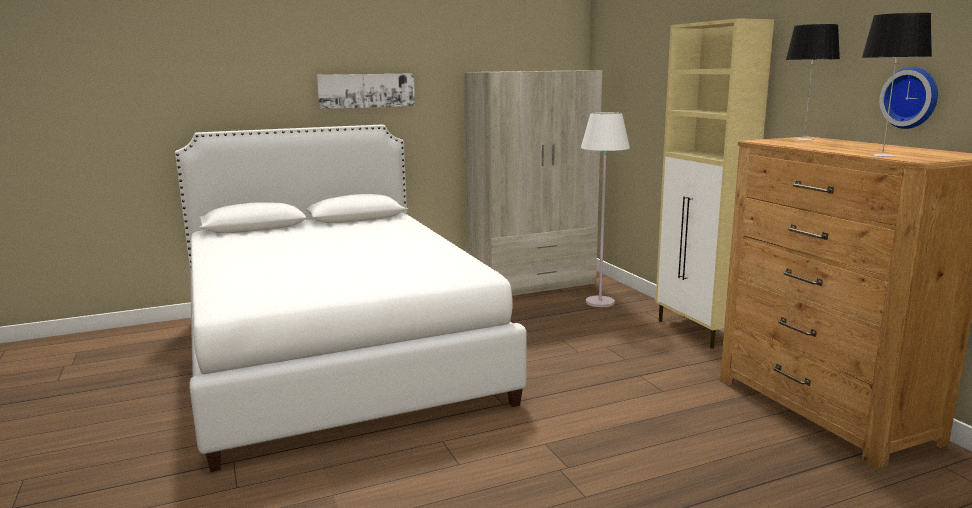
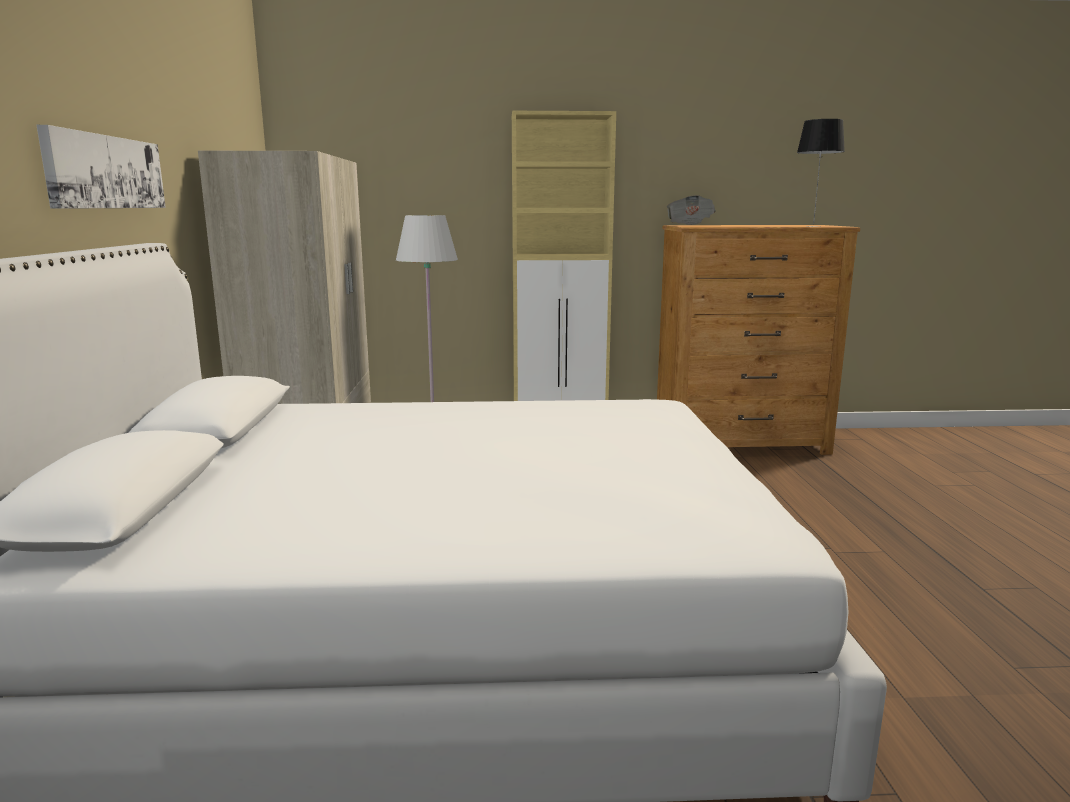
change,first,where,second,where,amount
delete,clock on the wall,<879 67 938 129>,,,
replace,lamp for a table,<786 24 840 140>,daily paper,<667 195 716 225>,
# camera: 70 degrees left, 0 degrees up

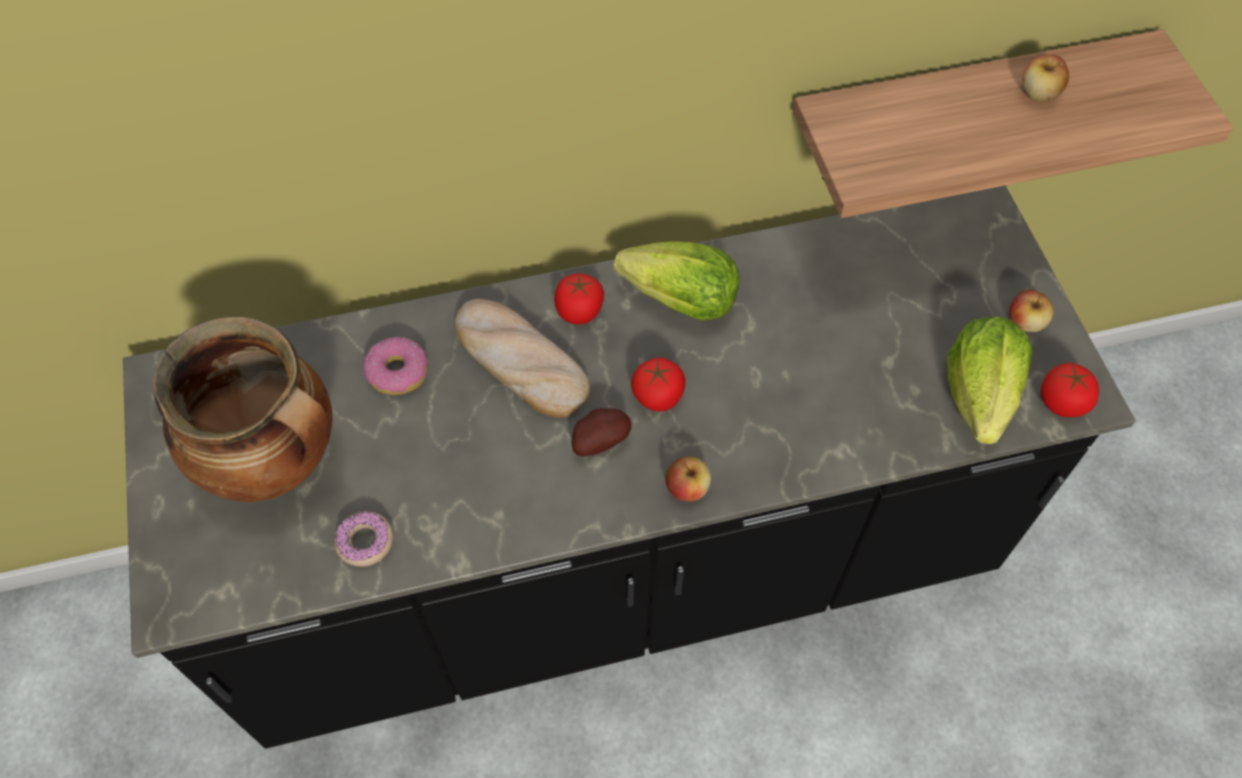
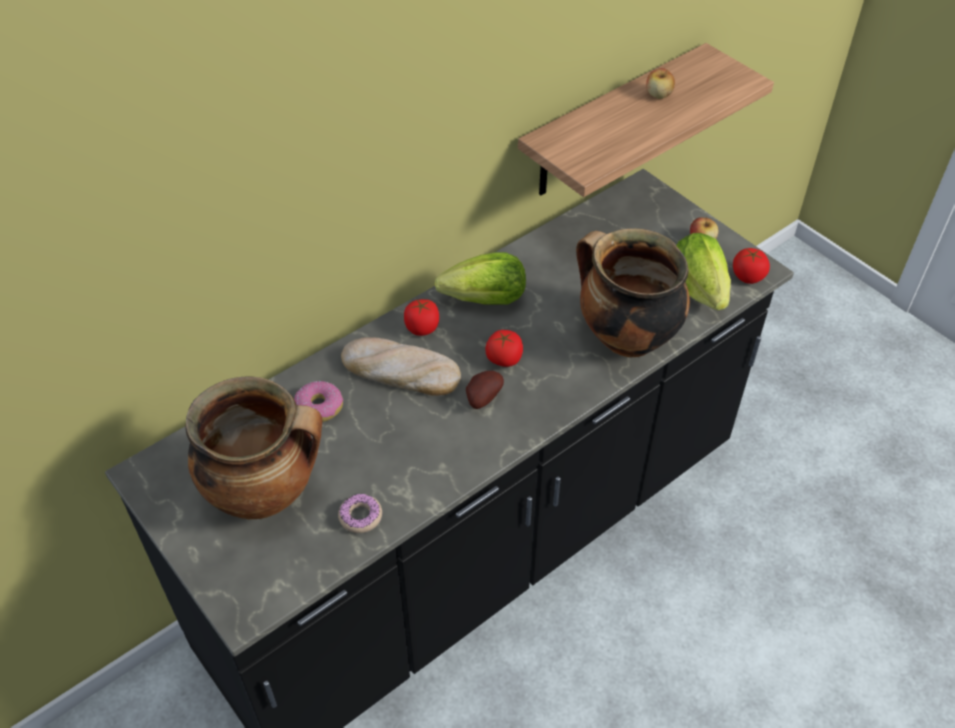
change,first,where,second,where,amount
delete,whole apple,<665 456 711 501>,,,
insert,,,saucepot,<576 229 690 357>,
# camera: 25 degrees left, 10 degrees down

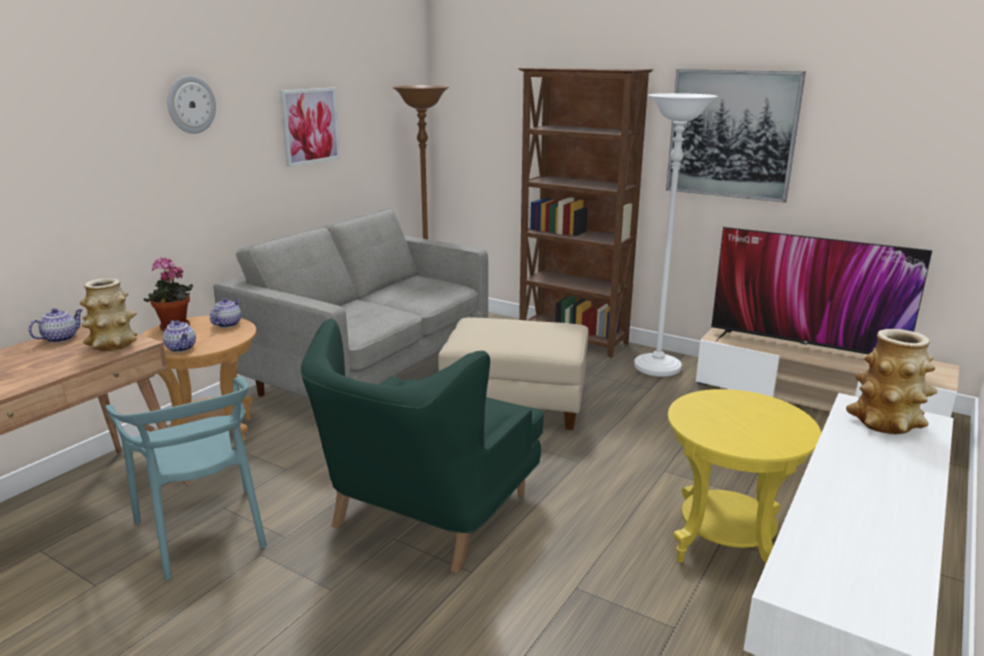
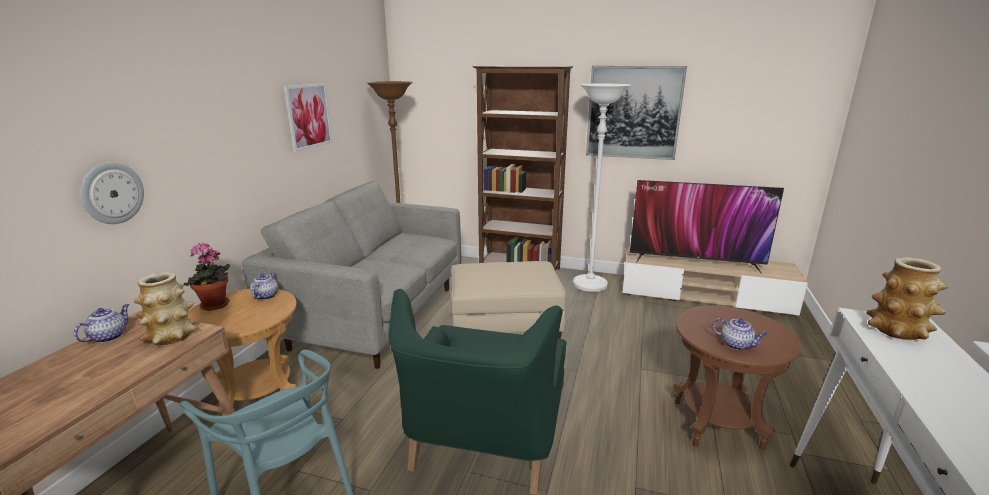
change,first,where,second,where,amount
move,pot for tea,<163 320 196 352>,,<712 318 768 350>,
move,clock on the wall,<167 75 216 134>,,<80 162 144 224>,
recolor,side table (yellow-coloured),<668 389 821 567>,side table (brown-coloured),<673 305 801 450>,
# camera: 15 degrees left, 0 degrees up

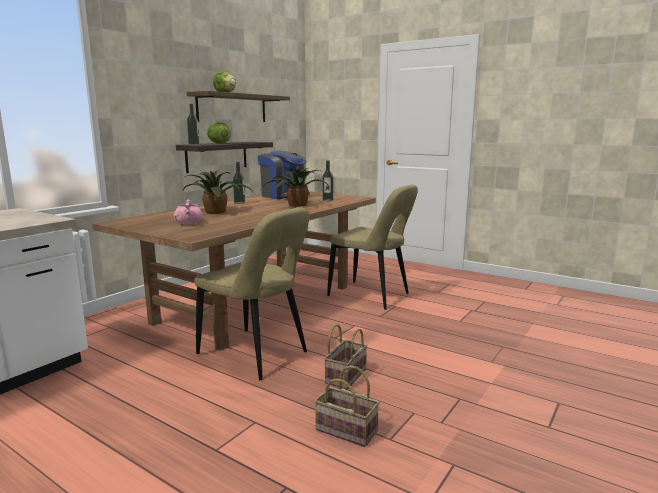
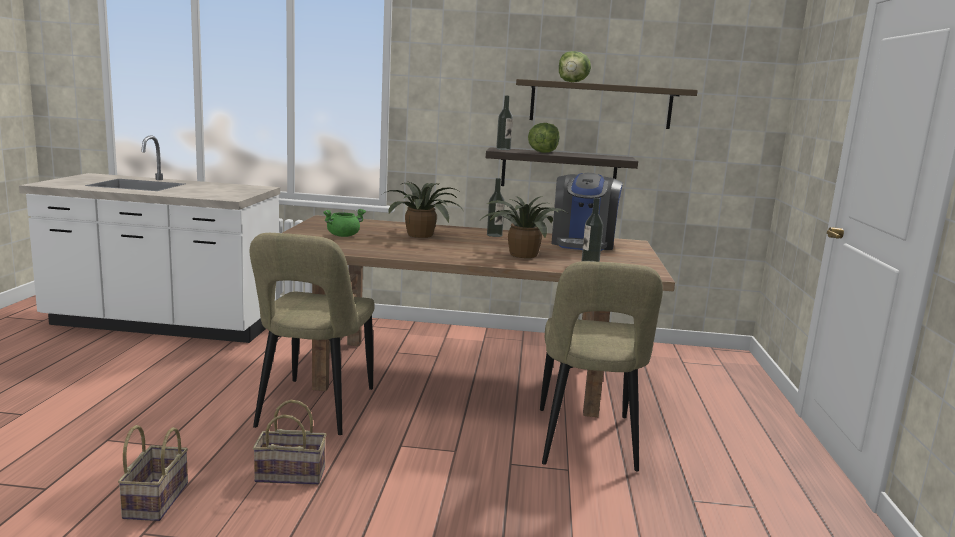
change,first,where,second,where,amount
recolor,saucepot (pink-coloured),<174 199 202 224>,saucepot (green),<323 209 366 237>,
# camera: 60 degrees right, 0 degrees up

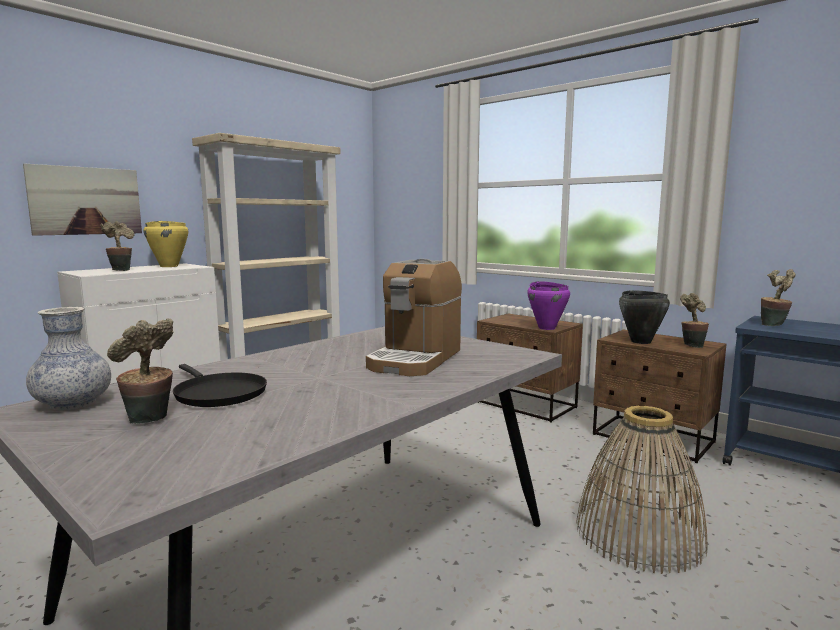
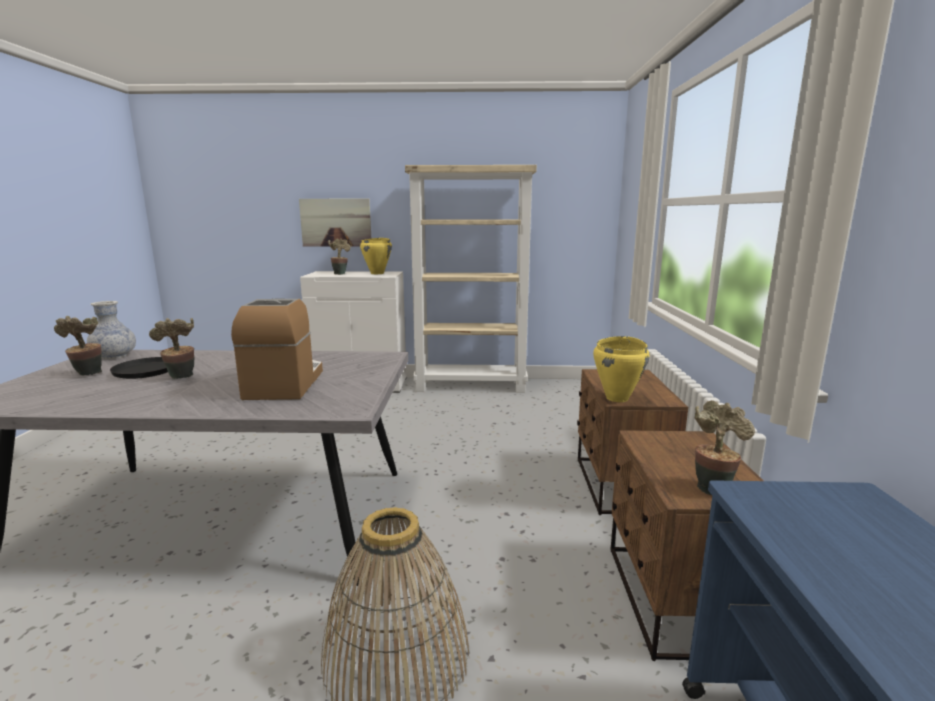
change,first,where,second,where,amount
delete,saucepot (blackish),<619 290 670 344>,,,
move,houseplant,<761 269 796 326>,,<149 318 194 379>,
recolor,saucepot (purple),<527 281 570 330>,saucepot (yellow-coloured),<593 336 650 402>,
rotate,coffee machine,<366 259 462 376>,,<231 298 323 400>,105 degrees clockwise
# camera: 50 degrees right, 5 degrees up

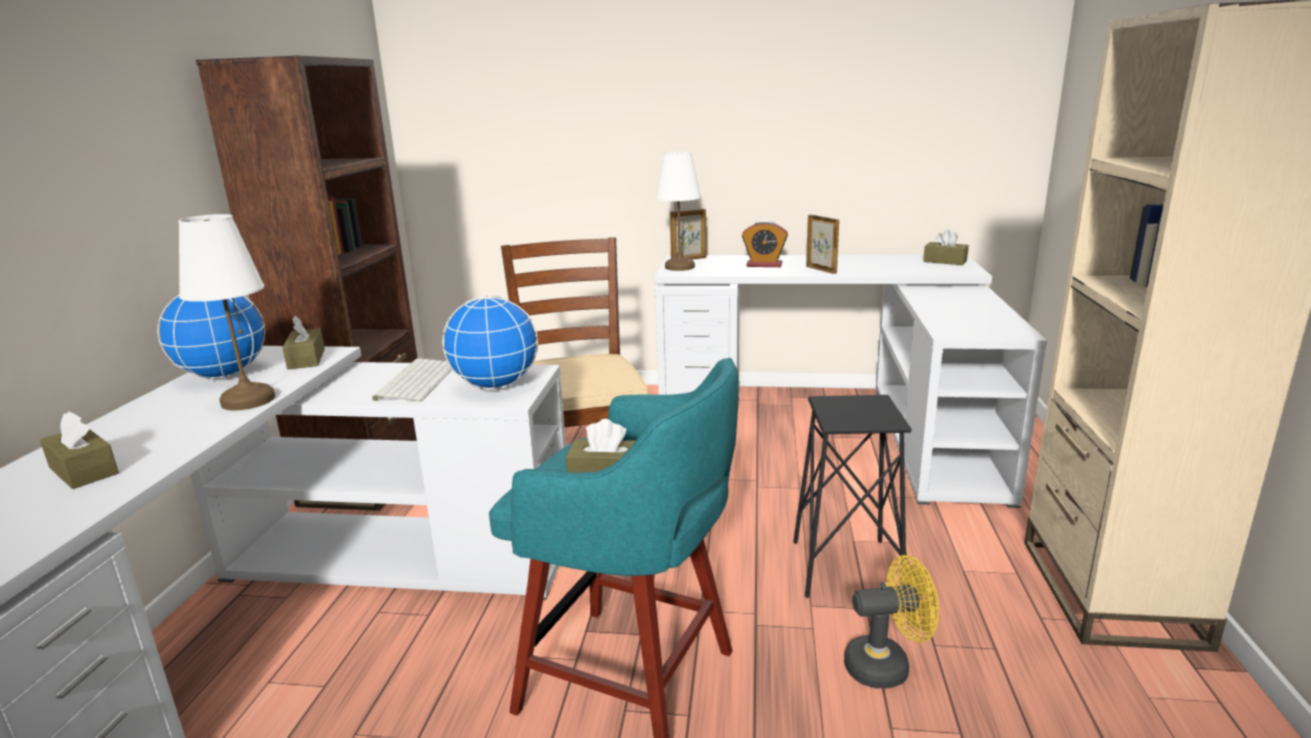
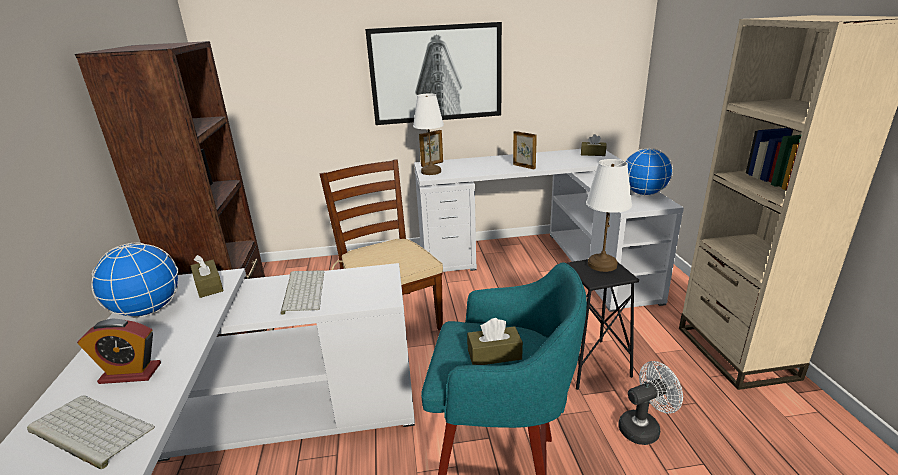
change,first,where,second,where,amount
insert,,,picture,<365 22 502 125>,
move,lamp for a table (white-coloured),<178 214 275 410>,,<586 159 632 272>,
move,desk globe,<442 296 538 389>,,<625 148 673 196>,
move,bedside clock,<742 221 788 267>,,<77 319 161 384>,
replace,tissue holder (brown-coloured),<40 411 119 489>,PC keyboard,<27 395 155 469>,
recolor,electric fan (yellow-coloured),<844 555 939 688>,electric fan (white-coloured),<618 361 683 445>,
# camera: 15 degrees left, 5 degrees up

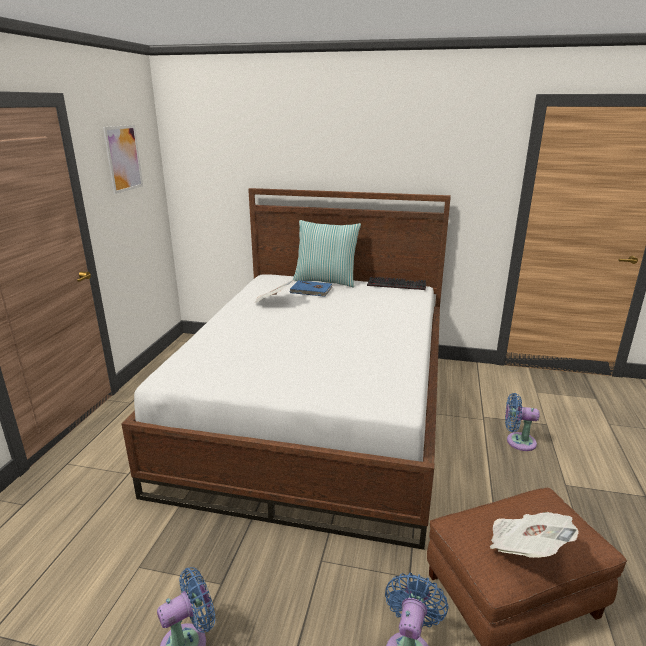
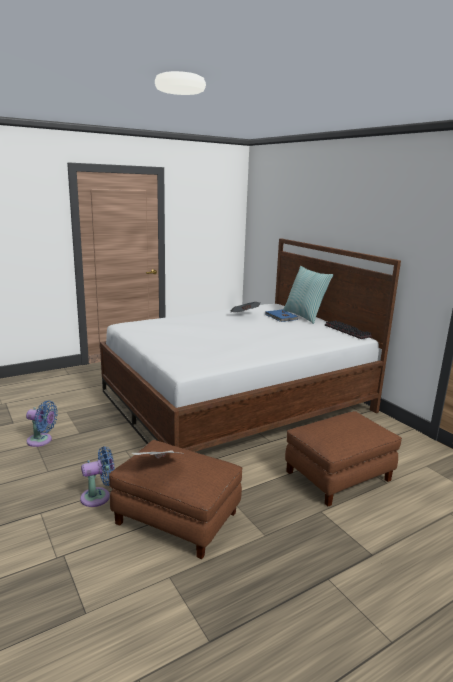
change,first,where,second,where,amount
delete,picture,<103 125 143 194>,,,
replace,electric fan (blue),<505 393 540 451>,footrest (brown-coloured),<285 411 402 507>,
# camera: 45 degrees right, 5 degrees down

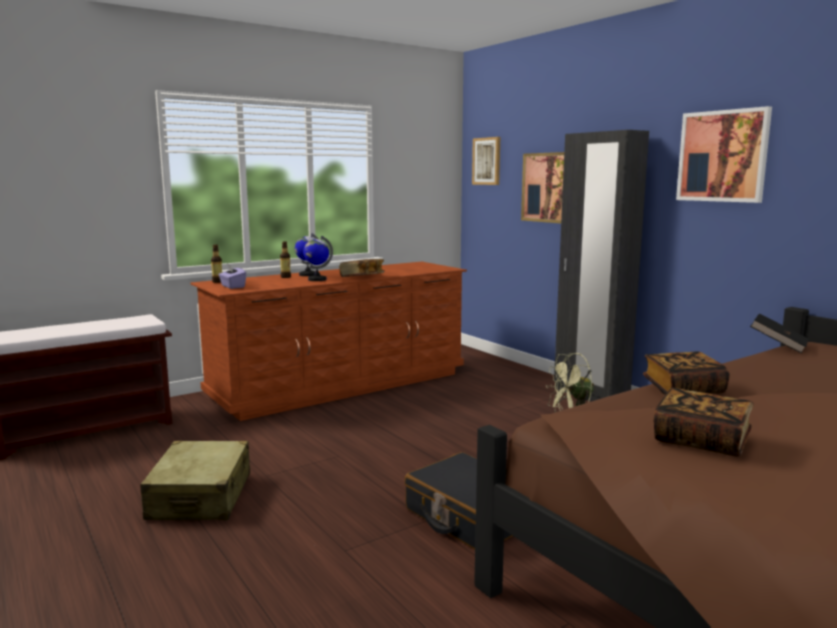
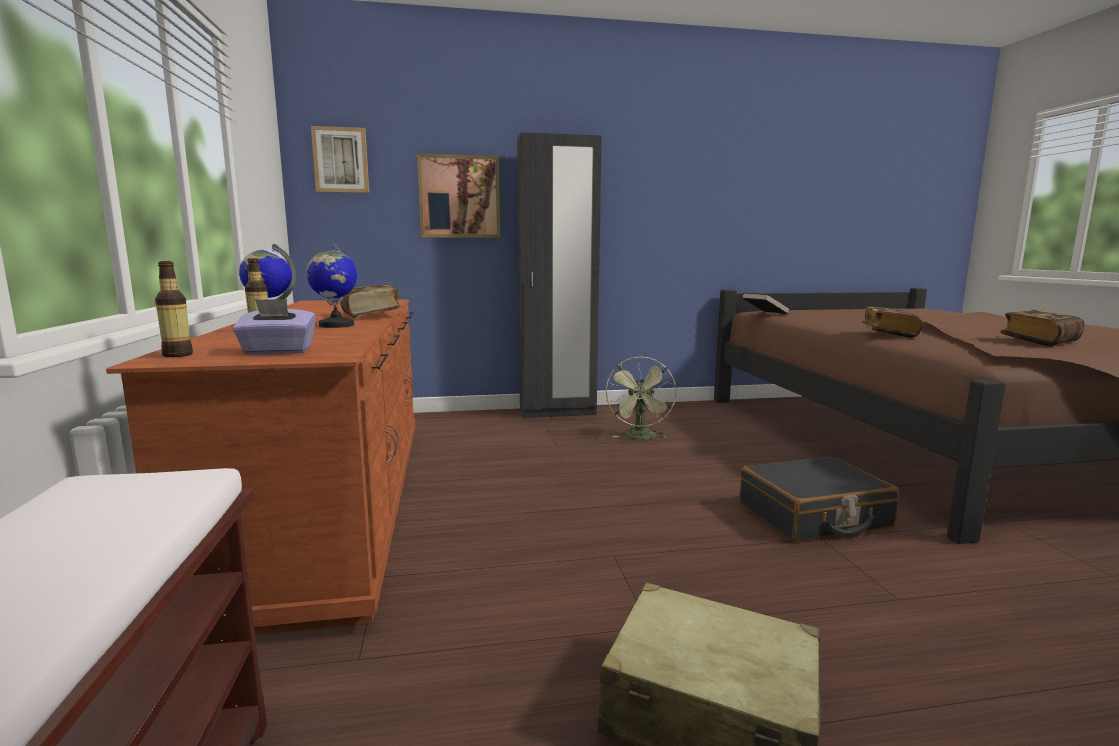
change,first,where,second,where,amount
delete,picture,<676 106 772 203>,,,
# camera: 65 degrees left, 0 degrees up

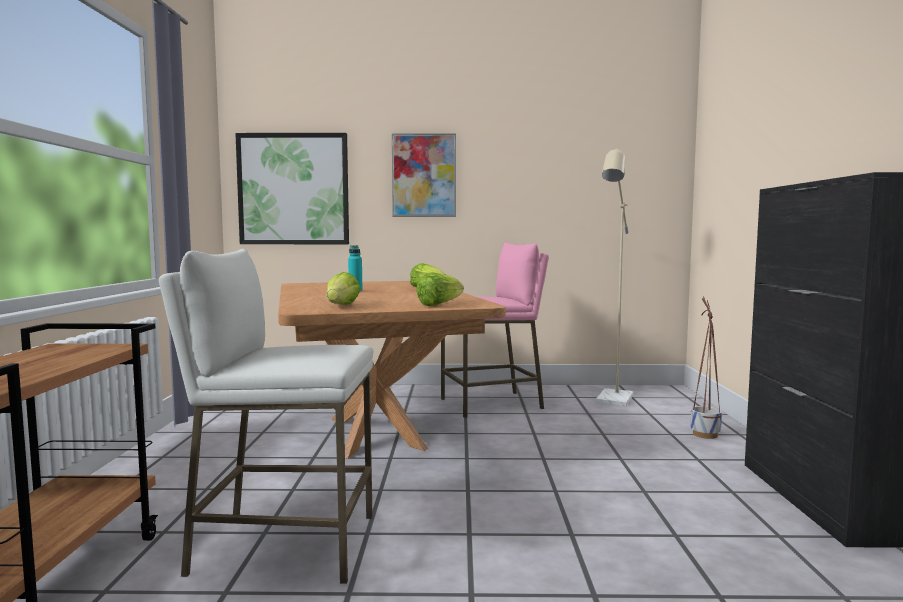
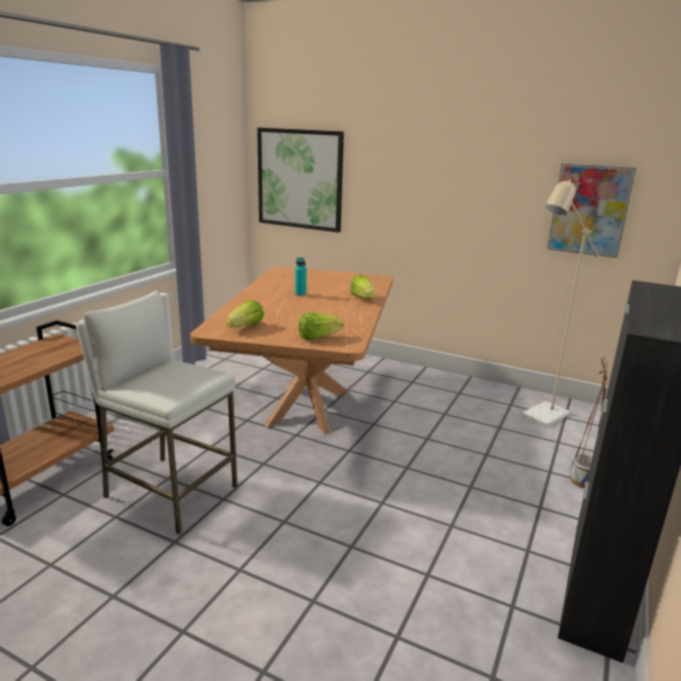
change,first,where,second,where,amount
delete,stool seat (pink-coloured),<441 242 549 418>,,,
move,picture,<392 133 456 217>,,<547 163 636 258>,
# camera: 25 degrees right, 15 degrees up

